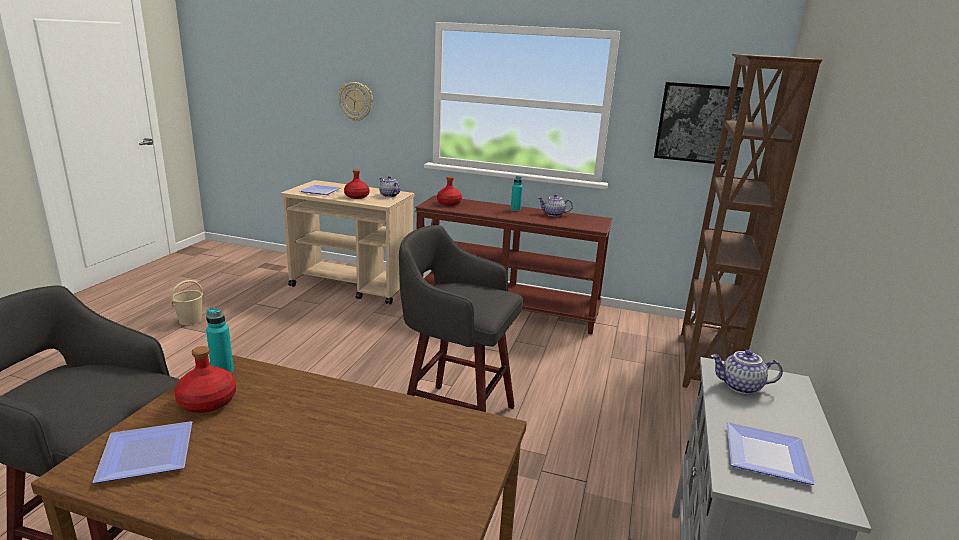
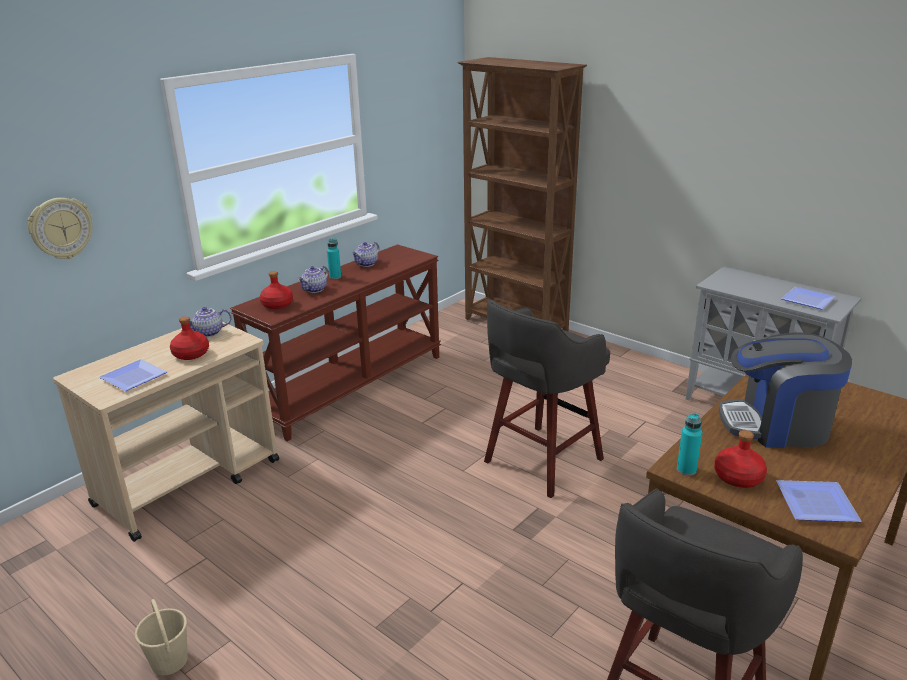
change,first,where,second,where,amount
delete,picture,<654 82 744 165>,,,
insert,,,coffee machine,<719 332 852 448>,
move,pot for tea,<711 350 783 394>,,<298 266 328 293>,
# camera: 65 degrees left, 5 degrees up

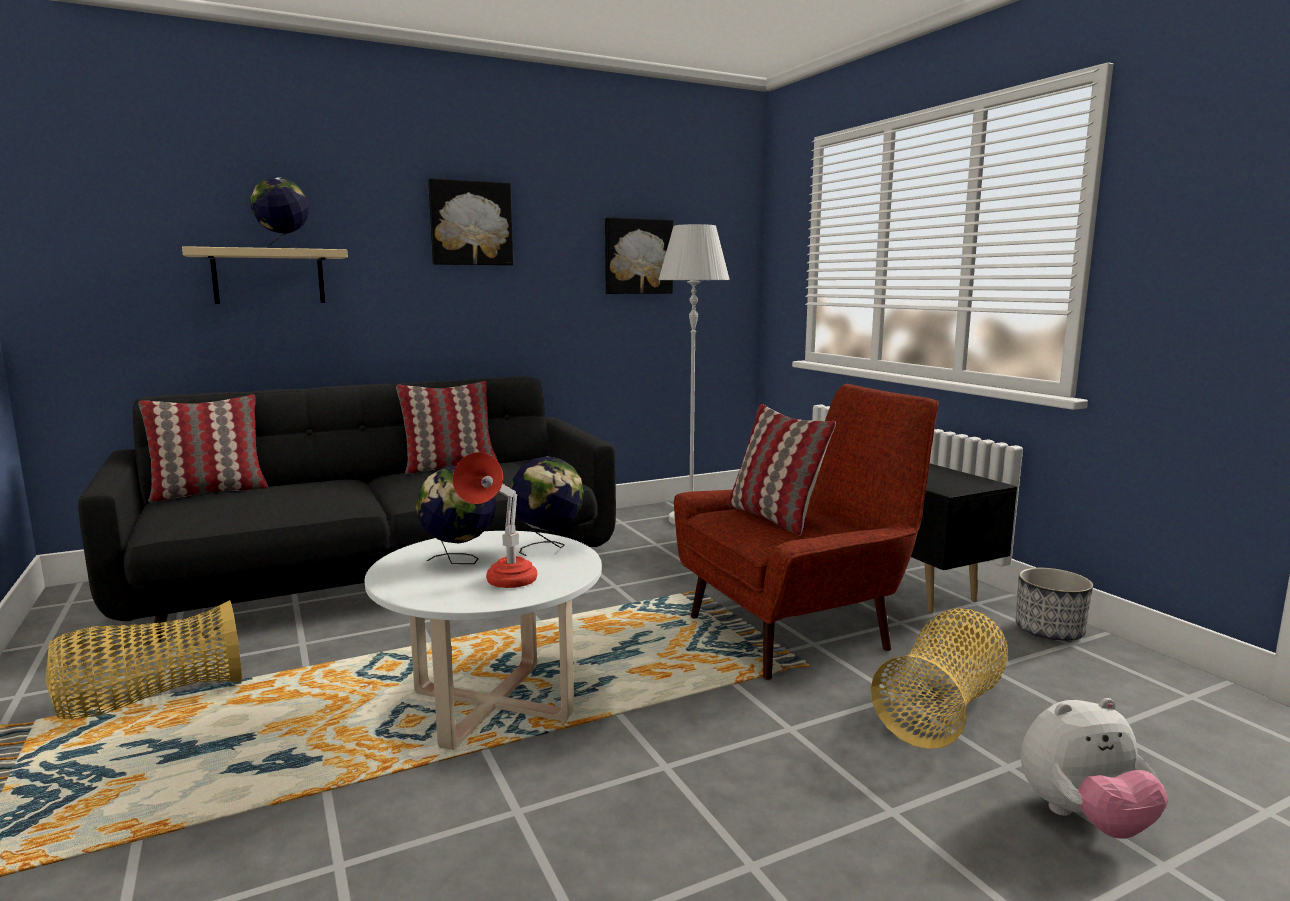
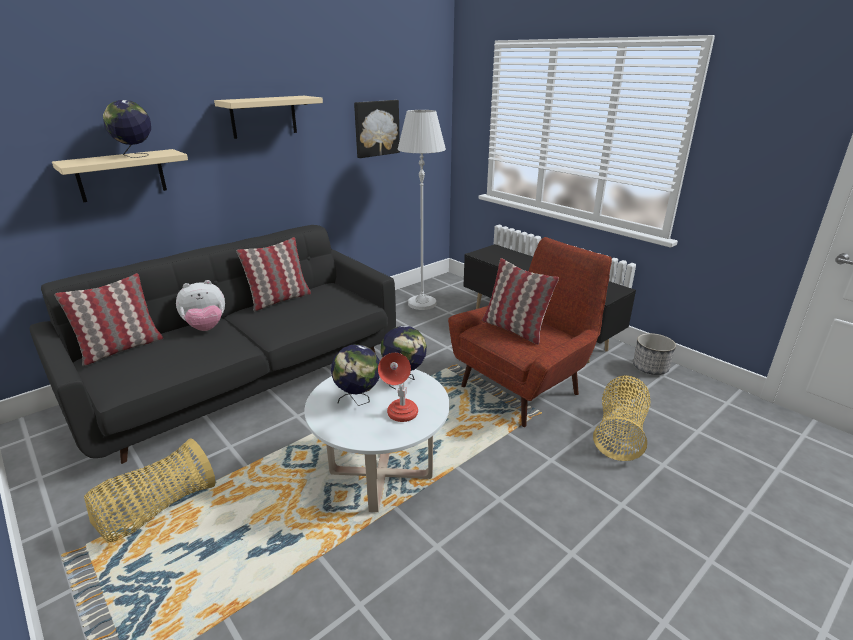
change,first,where,second,where,amount
move,soft toy,<1021 698 1168 838>,,<176 280 225 331>,
replace,picture,<428 178 513 265>,bracket shelf (sand-coloured),<214 96 323 139>,
# camera: 15 degrees left, 15 degrees up

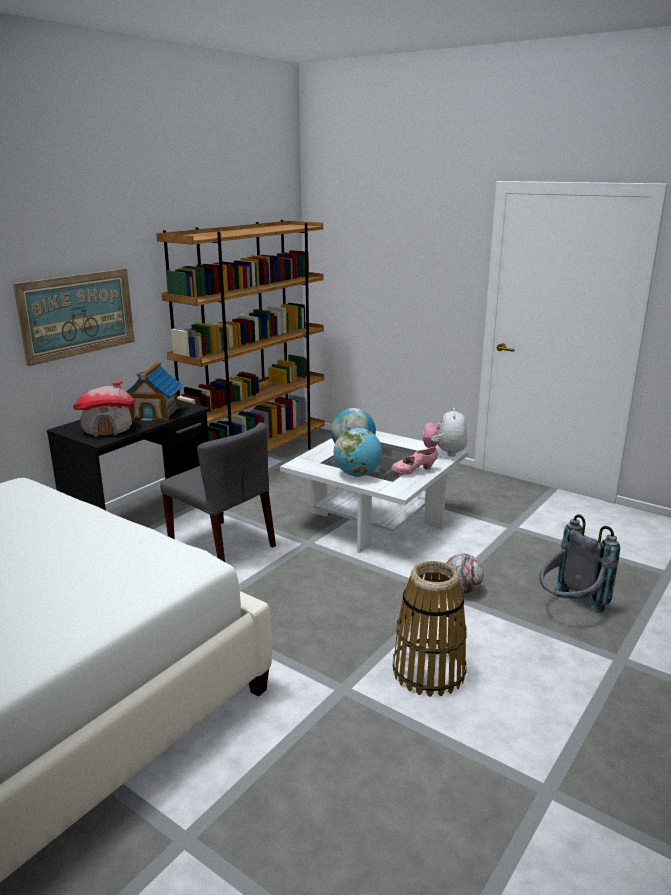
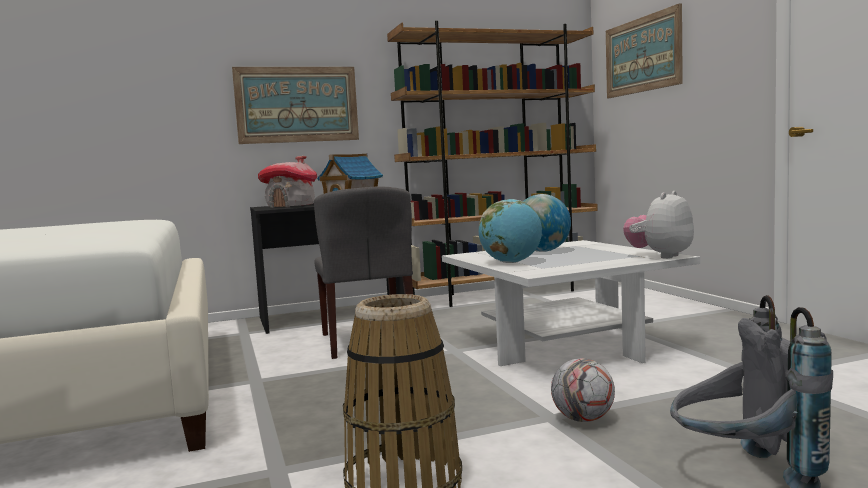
change,first,where,second,where,amount
delete,shoe (pink-coloured),<392 447 438 475>,,,
insert,,,picture,<606 3 683 98>,
# camera: 35 degrees right, 15 degrees down

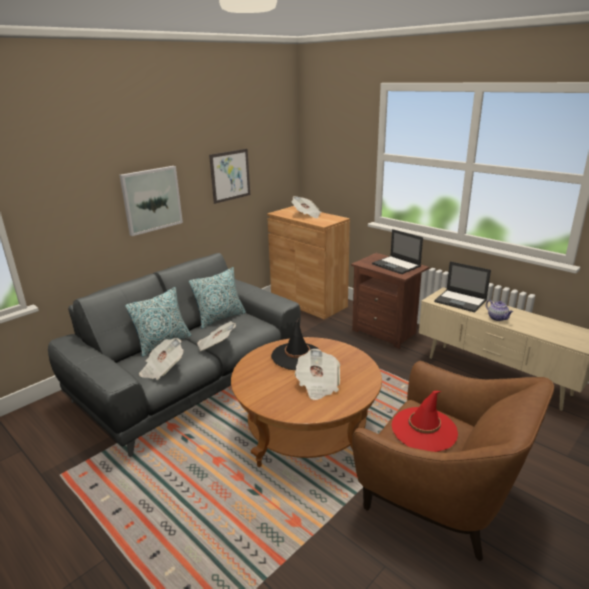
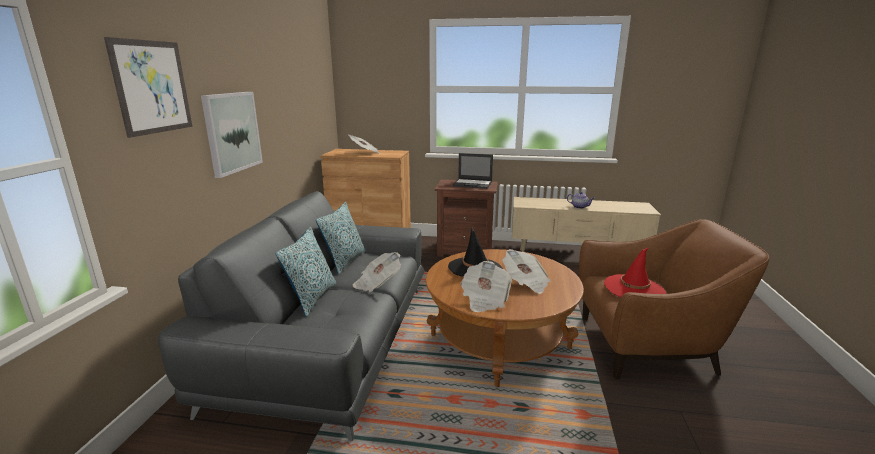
change,first,where,second,where,amount
delete,laptop,<434 261 491 312>,,,
move,daily paper,<139 338 183 380>,,<460 261 512 312>,
move,picture,<209 149 250 204>,,<104 37 193 138>,
# camera: 35 degrees left, 5 degrees down

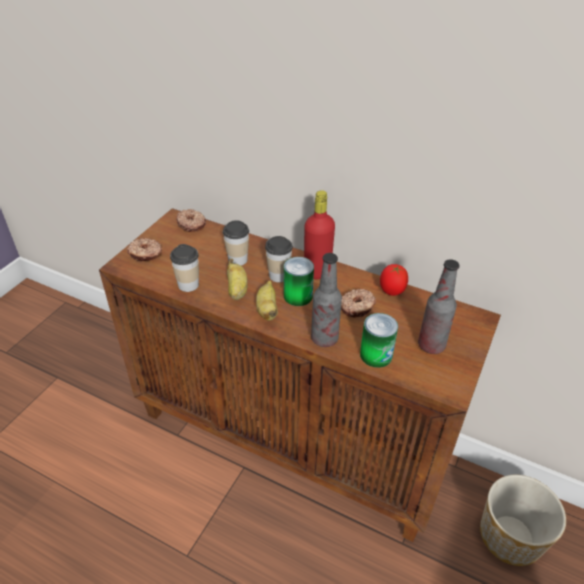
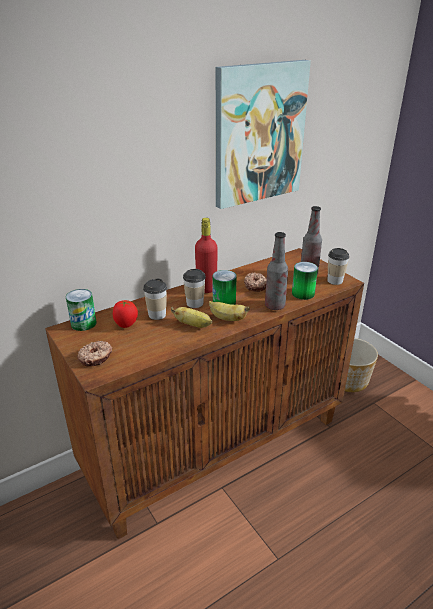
change,first,where,second,where,amount
insert,,,picture,<216 60 311 209>,
move,cup,<170 244 199 292>,,<328 248 350 285>,
move,tomato,<380 264 408 296>,,<113 300 138 328>,
replace,donut,<176 209 206 232>,sealed can,<66 289 96 331>,
# camera: 60 degrees left, 10 degrees down

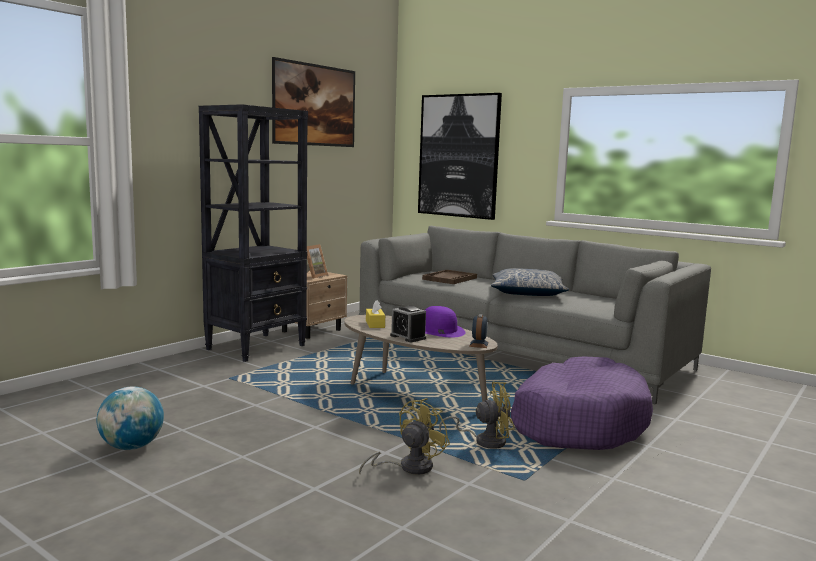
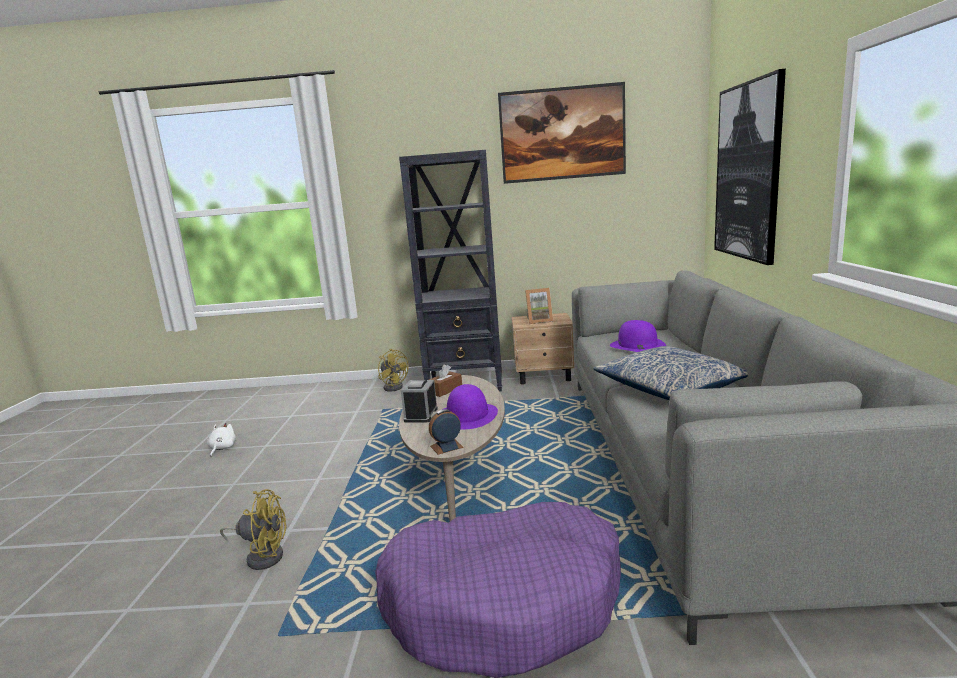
change,first,where,second,where,amount
move,electric fan (yellow-coloured),<439 382 515 449>,,<378 349 409 392>,
replace,desk globe,<96 386 164 450>,soft toy (white-coloured),<207 423 236 456>,
replace,tray (brown-coloured),<422 270 477 284>,wearable hat (purple),<610 320 666 352>,
recolor,tissue holder (yellow-coloured),<366 300 385 328>,tissue holder (brown-coloured),<429 364 462 397>,
# camera: 55 degrees right, 5 degrees up

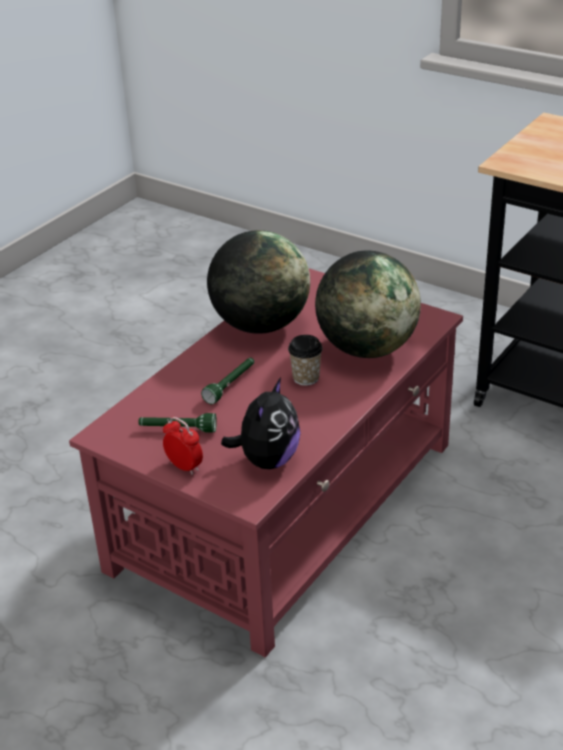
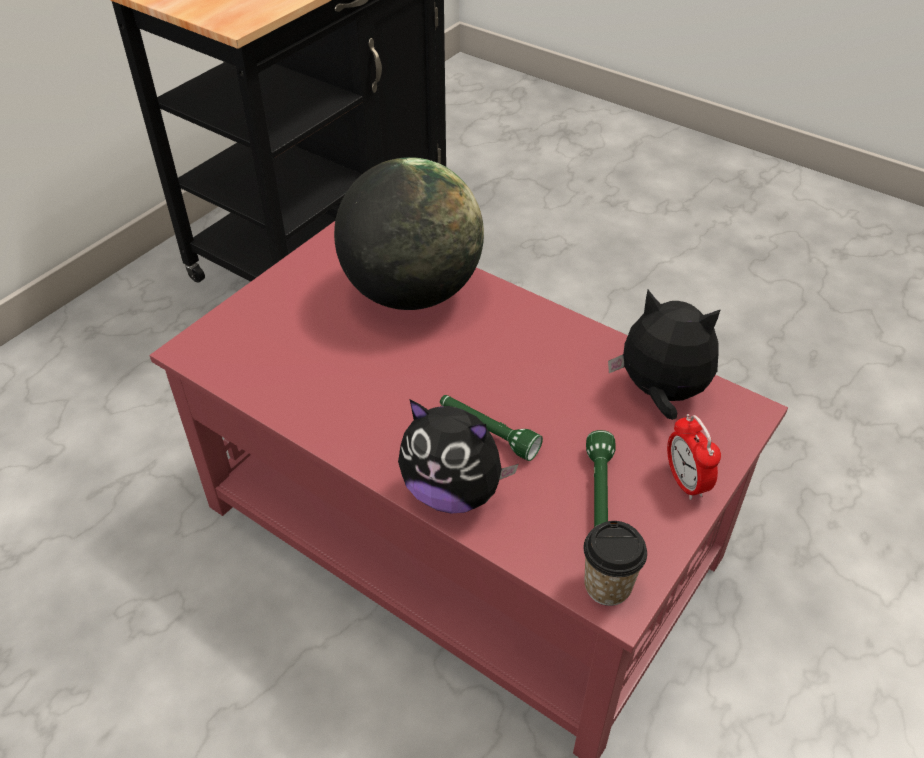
change,first,where,second,where,amount
delete,desk globe,<207 230 310 334>,,,
insert,,,soft toy,<398 399 519 514>,
move,cup,<288 335 323 386>,,<583 521 647 606>,
rotate,bedside clock,<163 417 203 475>,,<667 414 721 500>,60 degrees counterclockwise
# camera: 90 degrees left, 10 degrees up

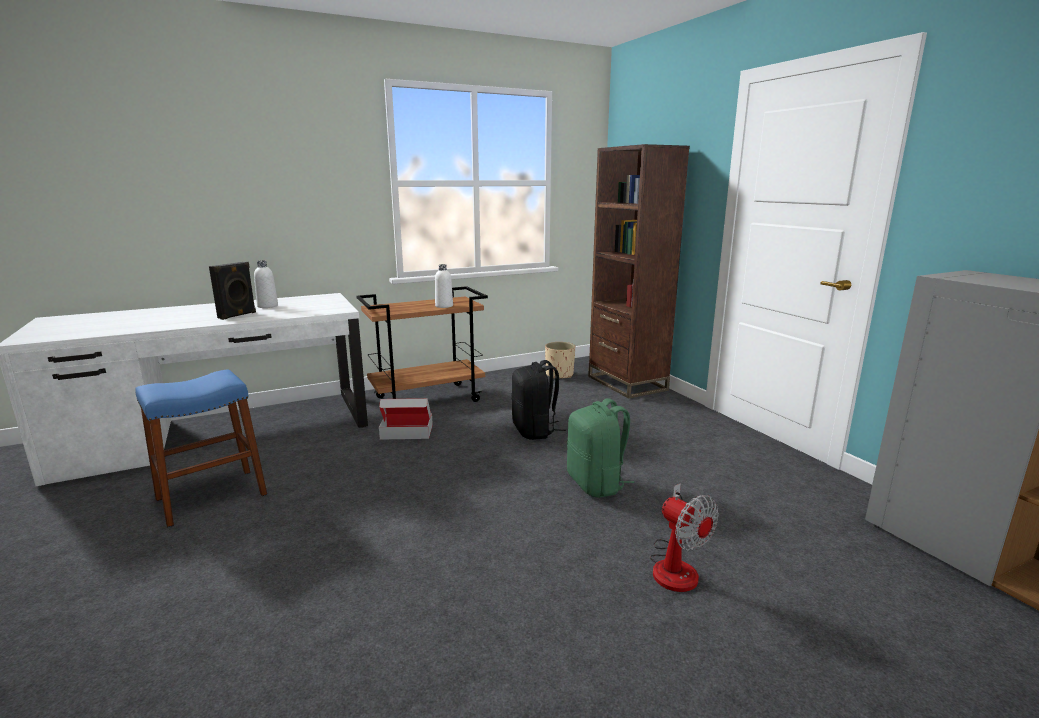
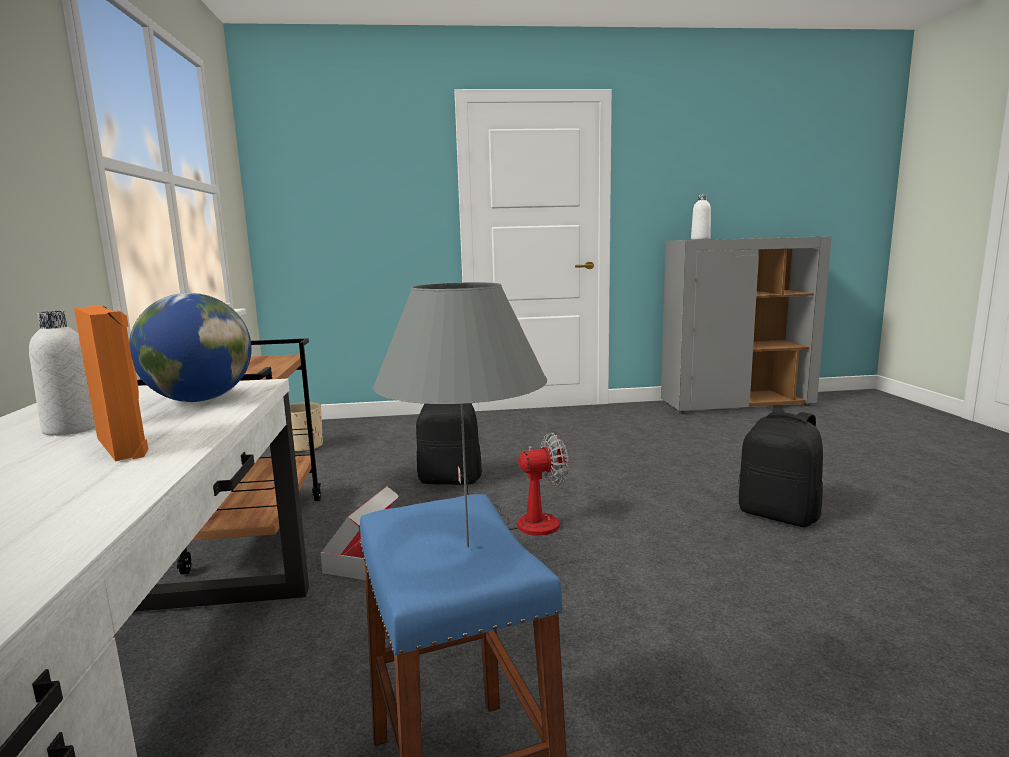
change,first,where,second,where,amount
delete,backpack (green),<567 398 634 498>,,,
delete,bookcase (brown-coloured),<588 144 690 399>,,,
insert,,,desk globe,<129 293 252 402>,
insert,,,lamp for a table (grey),<373 282 547 548>,
insert,,,backpack (blackish),<739 408 823 527>,
move,bottle (white-coloured),<435 264 453 308>,,<691 194 711 240>,
move,electric fan,<650 483 719 592>,,<458 433 569 536>,
recolor,loudspeaker (blackish),<209 262 256 320>,loudspeaker (orangey),<74 305 148 462>,
# camera: 70 degrees left, 5 degrees down

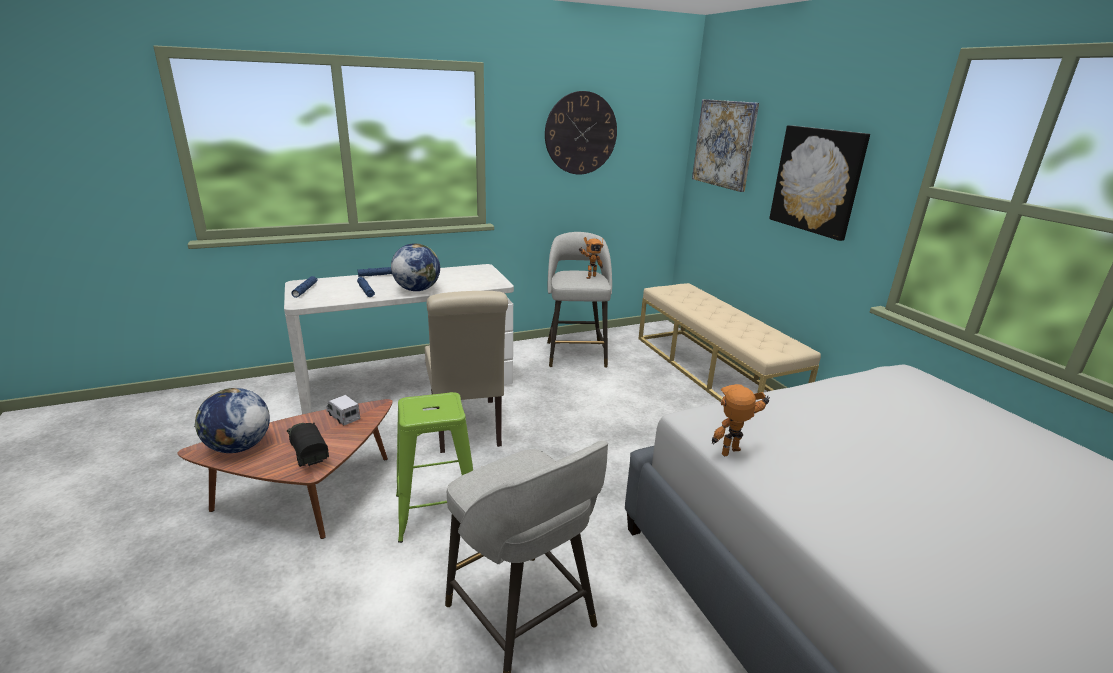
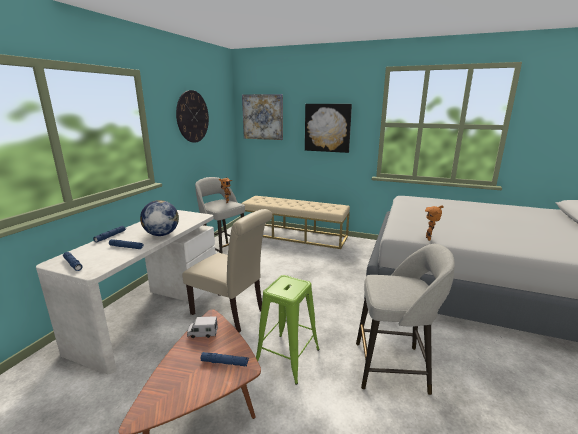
change,first,where,second,where,amount
delete,desk globe,<194 388 270 453>,,,
replace,toy truck,<287 423 329 467>,flashlight (blue),<201 352 249 366>,
# camera: 45 degrees left, 5 degrees down

